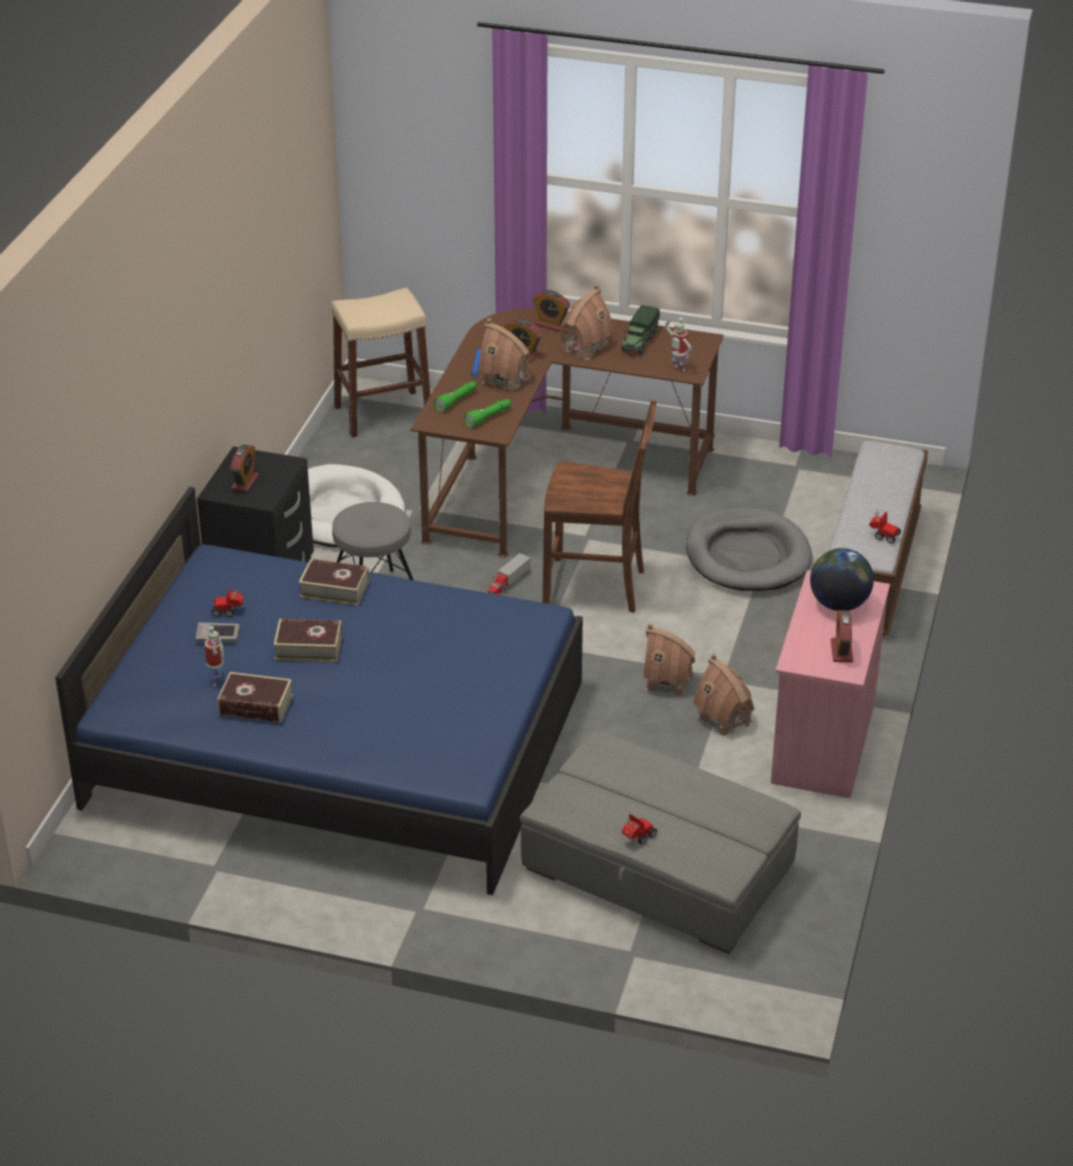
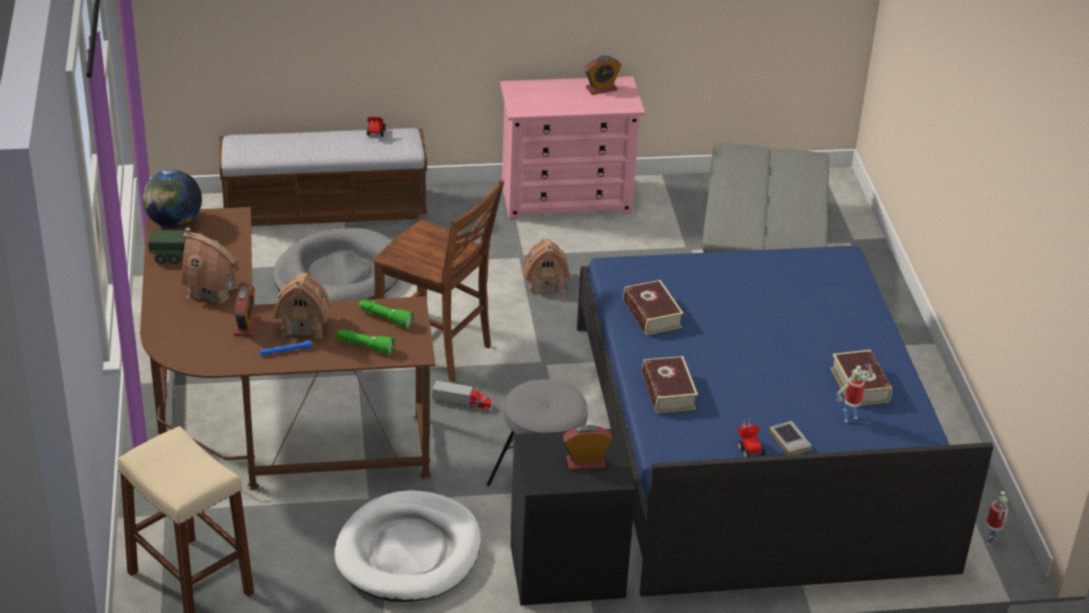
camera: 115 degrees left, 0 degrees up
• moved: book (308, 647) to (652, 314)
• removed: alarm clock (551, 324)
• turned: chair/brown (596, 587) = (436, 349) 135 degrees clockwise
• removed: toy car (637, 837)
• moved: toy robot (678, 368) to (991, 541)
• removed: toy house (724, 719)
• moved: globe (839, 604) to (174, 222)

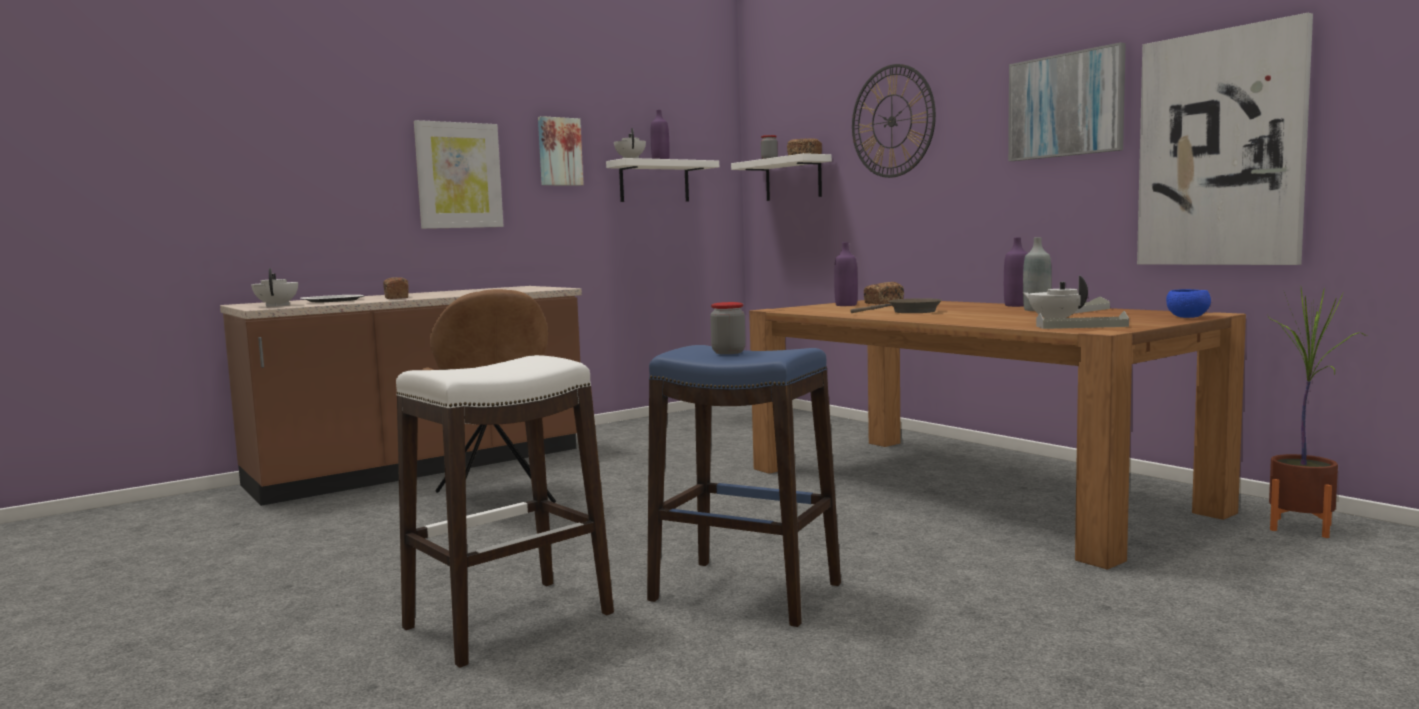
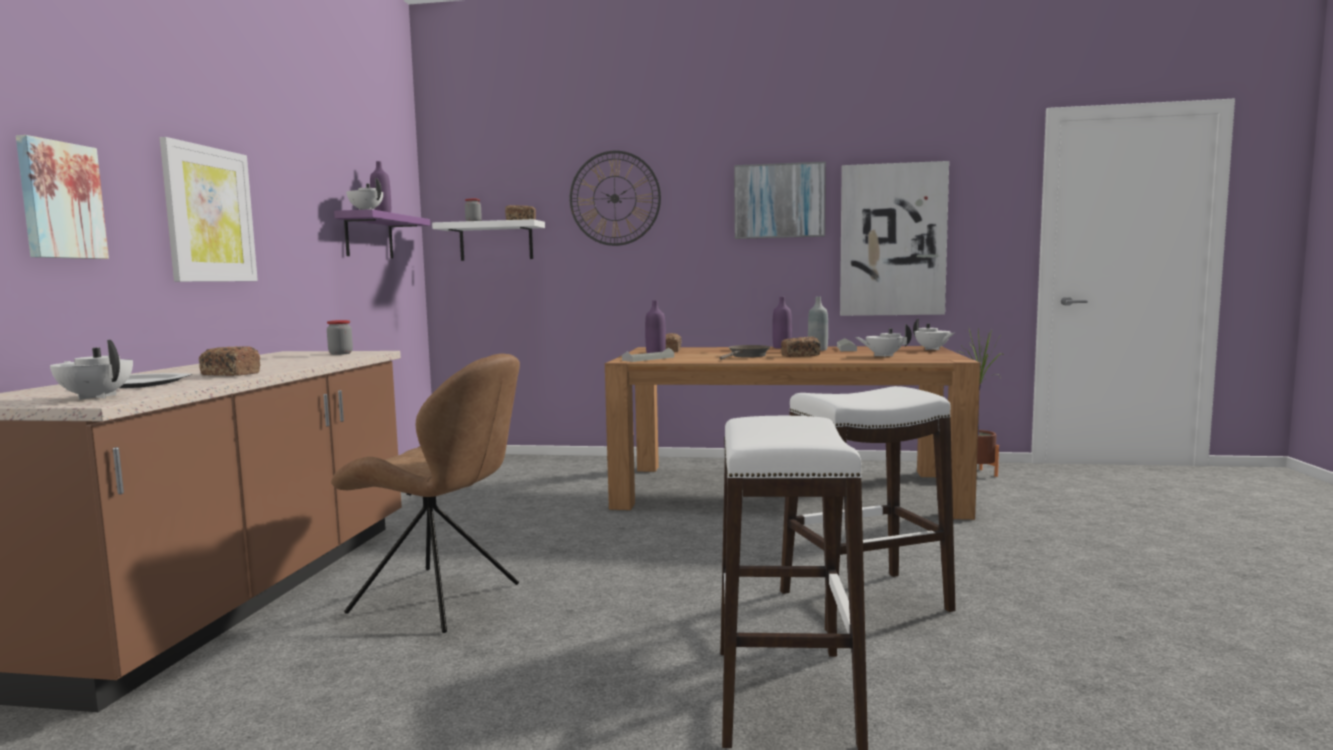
camera: 45 degrees left, 0 degrees up
• moved: picture (559, 151) to (59, 200)
• recoloured: shelf/white (654, 182) to shelf/purple (369, 236)
• recoloured: stool/blue (746, 592) to stool/white (865, 600)
• moved: jar (728, 352) to (340, 353)
• moved: tray/grey (1081, 326) to (648, 359)
• replaced: bowl/blue (1187, 317) to teapot/white (932, 349)
• added: bread (800, 355)

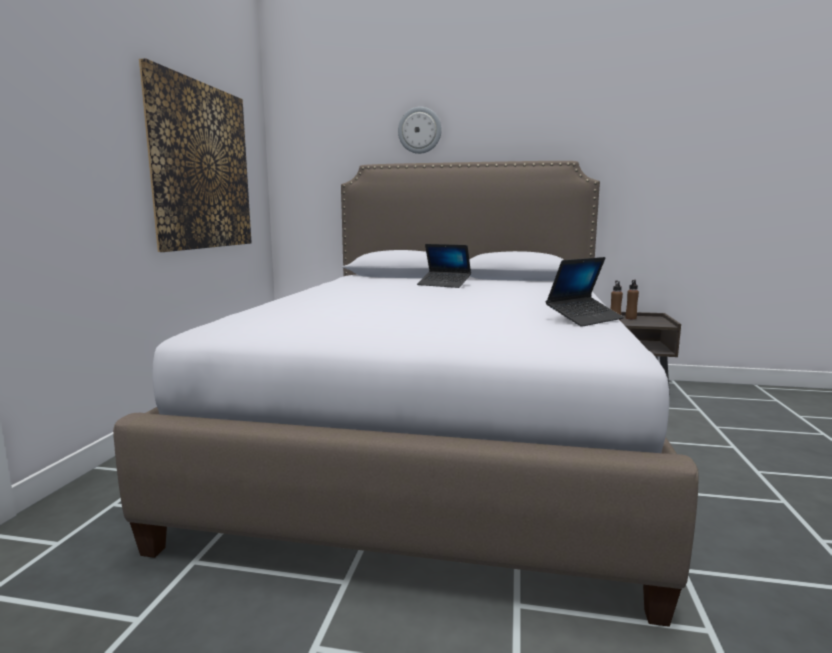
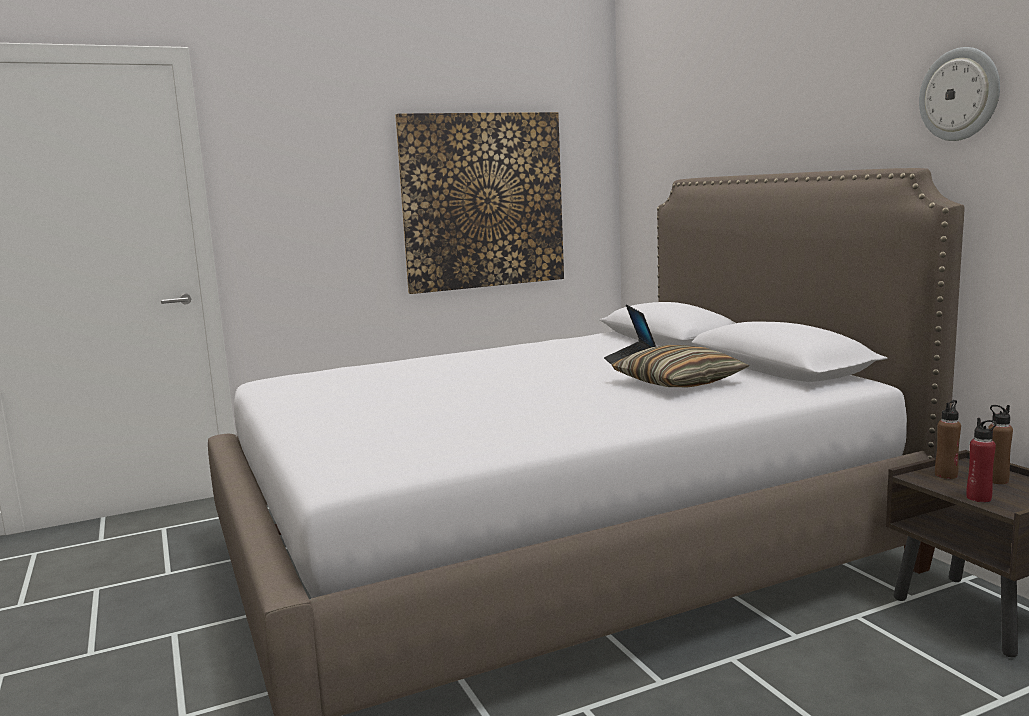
camera: 55 degrees right, 0 degrees up
• moved: wall clock (419, 130) to (960, 94)
• removed: laptop (584, 319)
• added: pillow (678, 382)
• added: bottle/red (978, 498)

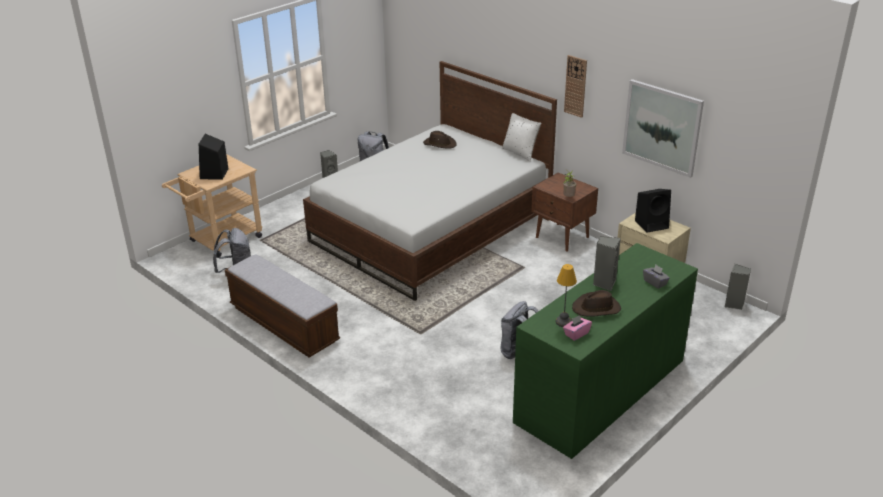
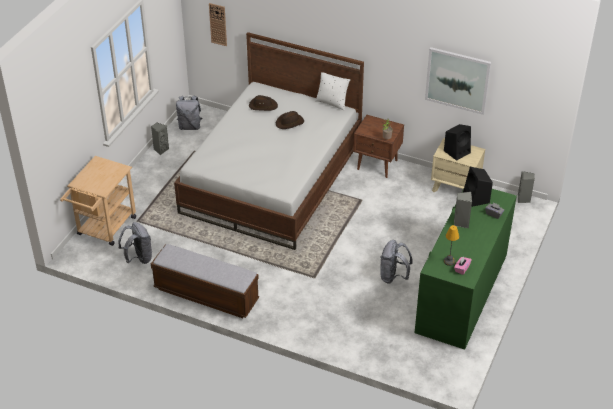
camera: 20 degrees left, 10 degrees up
• moved: speaker/black (214, 174) to (476, 198)
• moved: wall clock (575, 86) to (218, 24)
• moved: hat/brown (596, 308) to (290, 122)

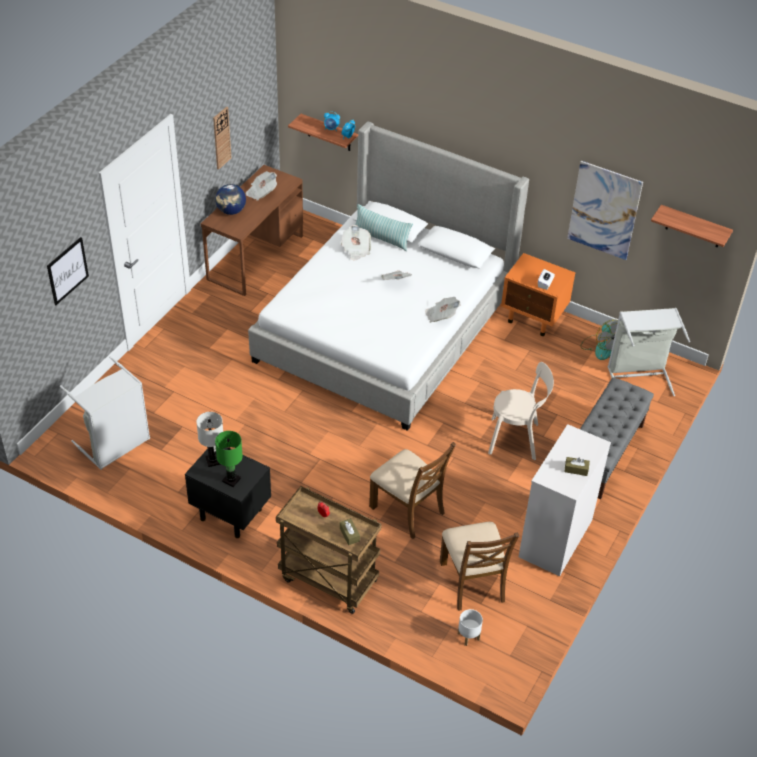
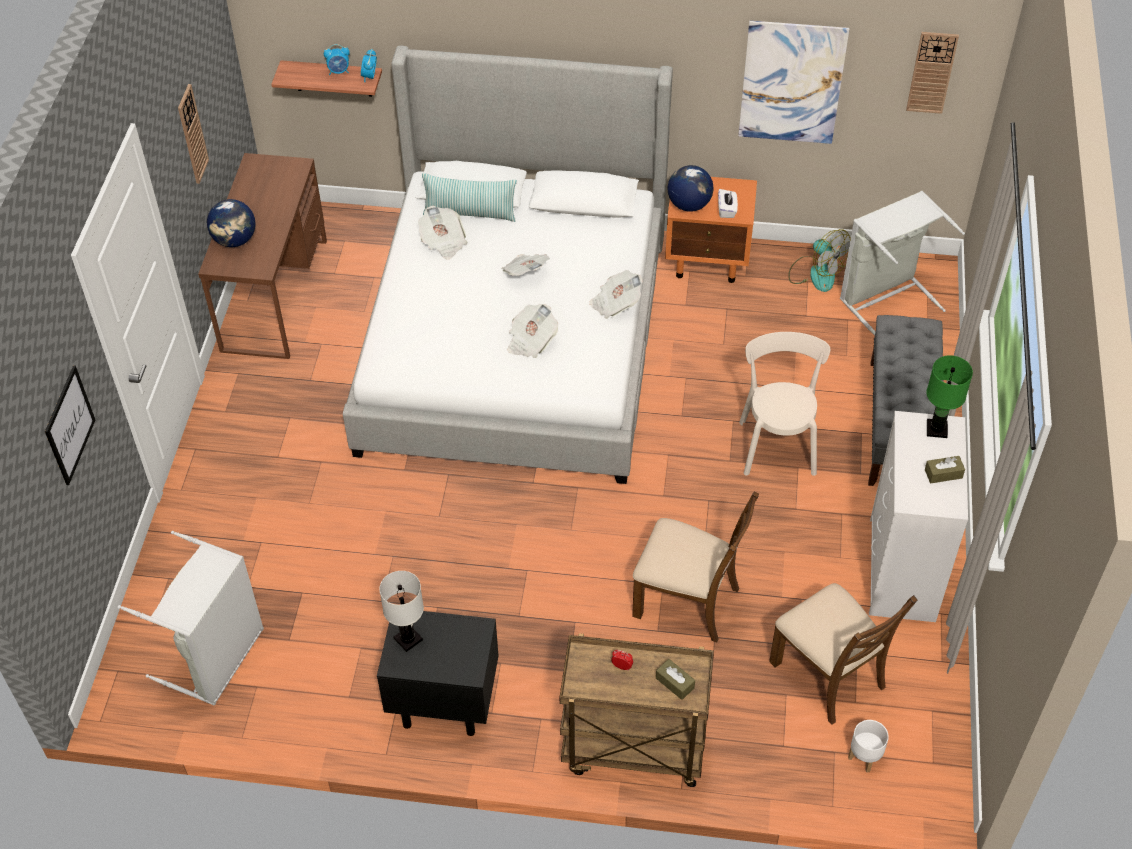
camera: 20 degrees left, 5 degrees up
• moved: table lamp/green (231, 479) to (936, 429)
• moved: newspaper (261, 192) to (531, 341)
• turned: chair/beige (516, 439) = (777, 444) 75 degrees counterclockwise
• replaced: shelf (694, 227) to wall clock (931, 72)
• added: globe (689, 205)

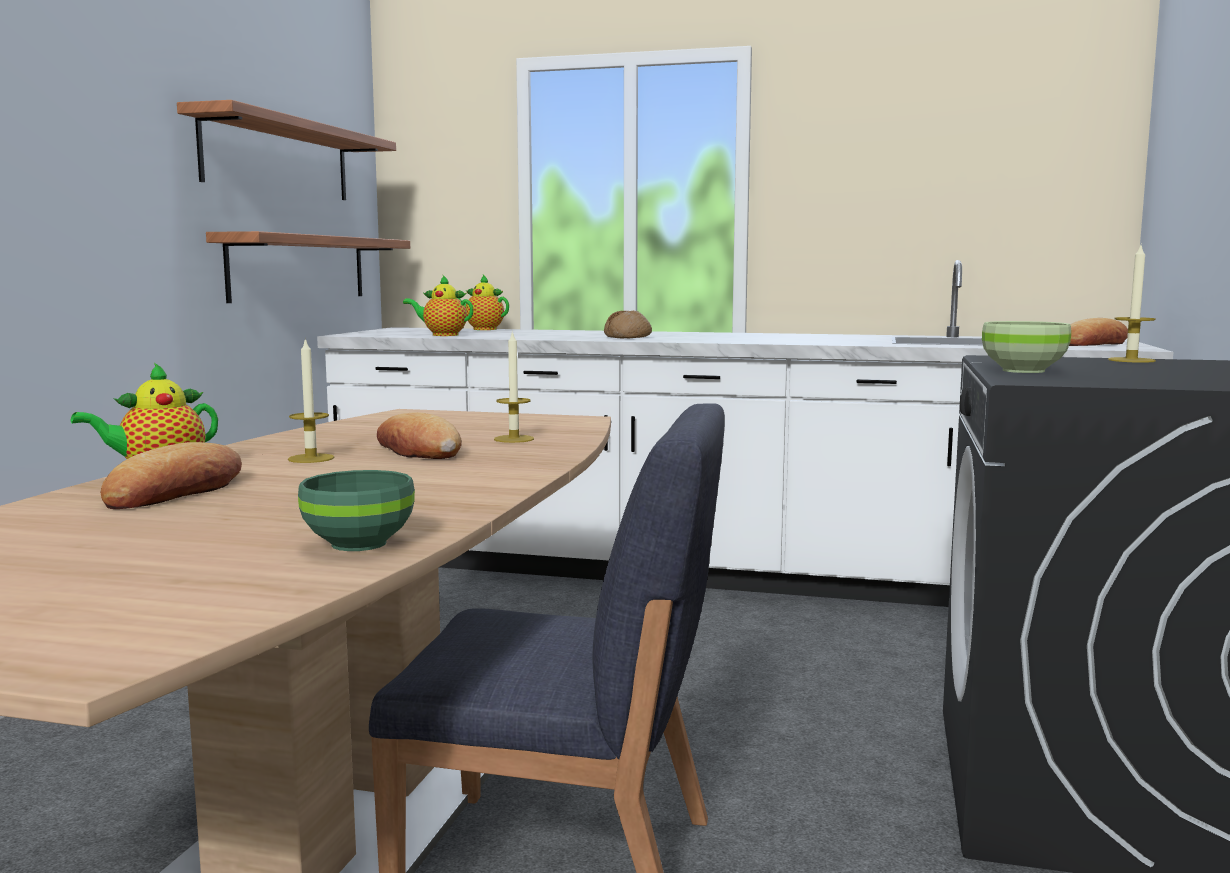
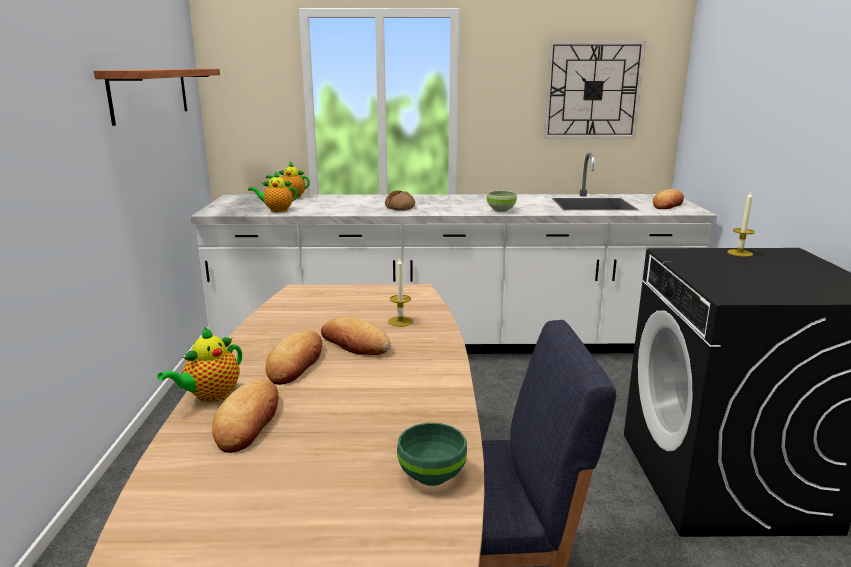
camera: 15 degrees left, 10 degrees up
• removed: shelf (299, 268)
• replaced: candle (311, 458) to bread (296, 363)
• moved: bowl/green (1023, 370) to (501, 210)
• added: wall clock (592, 90)

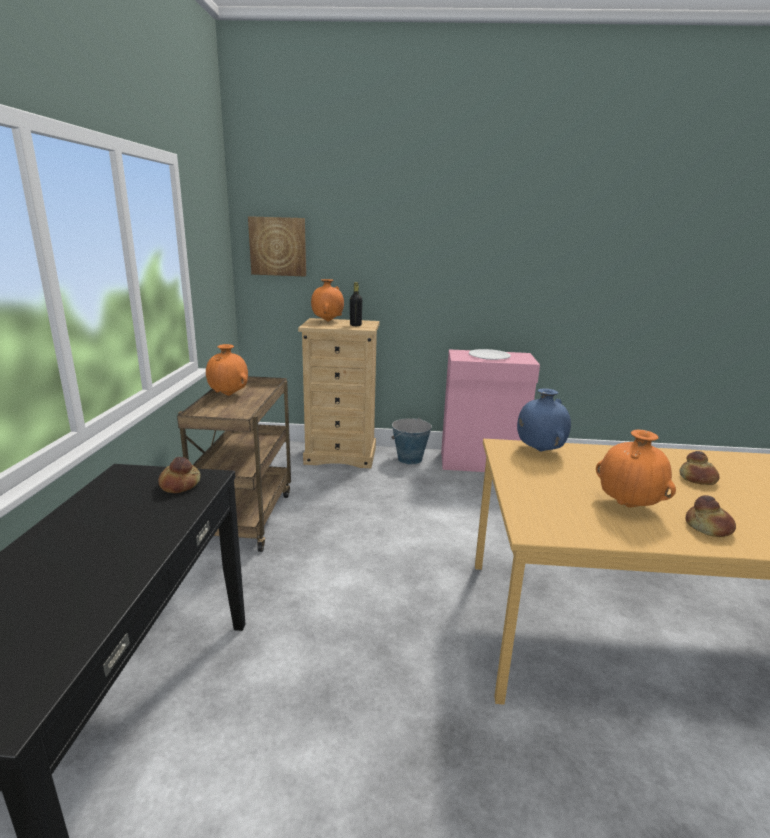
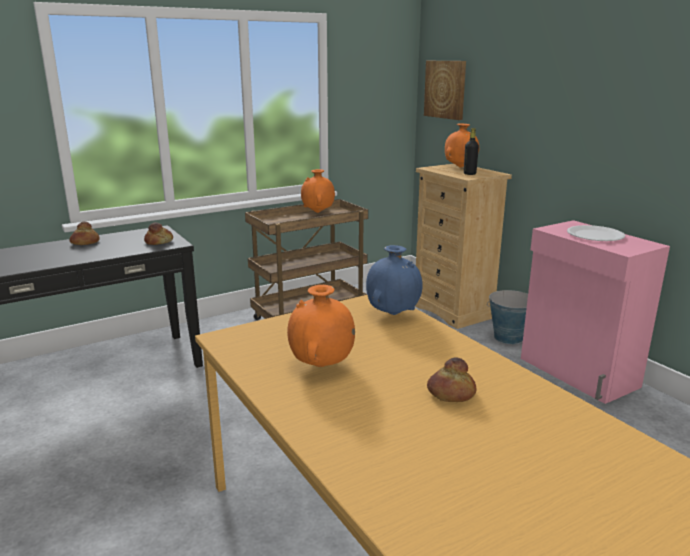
camera: 55 degrees right, 0 degrees up
• moved: bread (707, 528) to (85, 243)

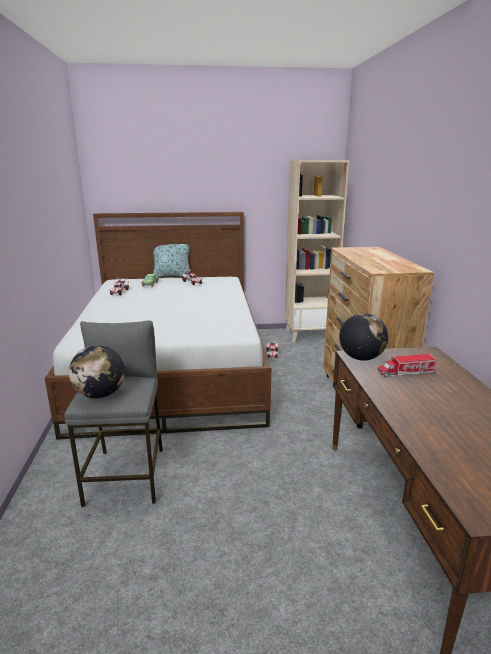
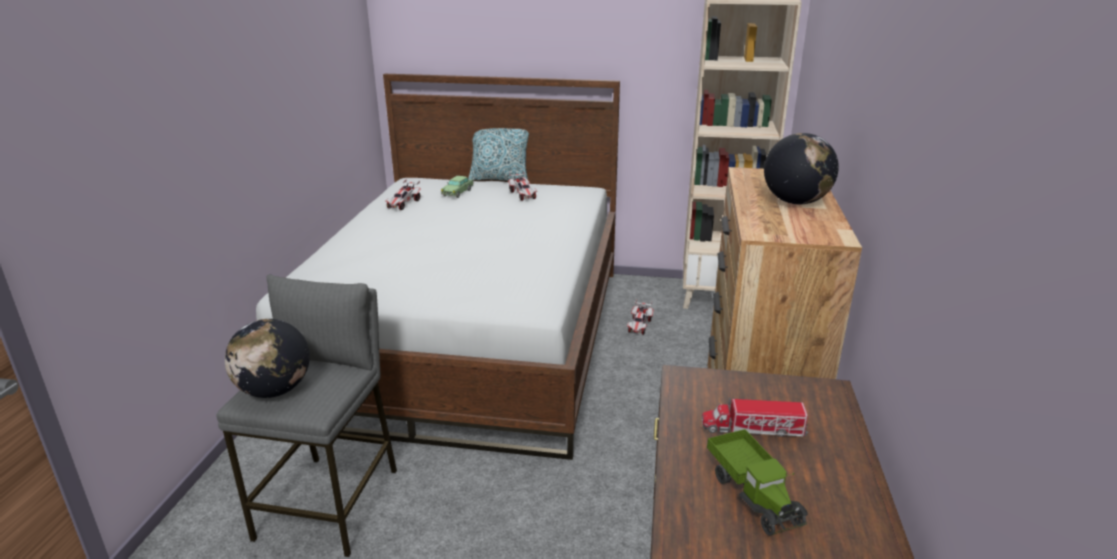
camera: 15 degrees right, 5 degrees up
• moved: globe (361, 358) to (795, 202)
• added: toy truck (753, 493)

